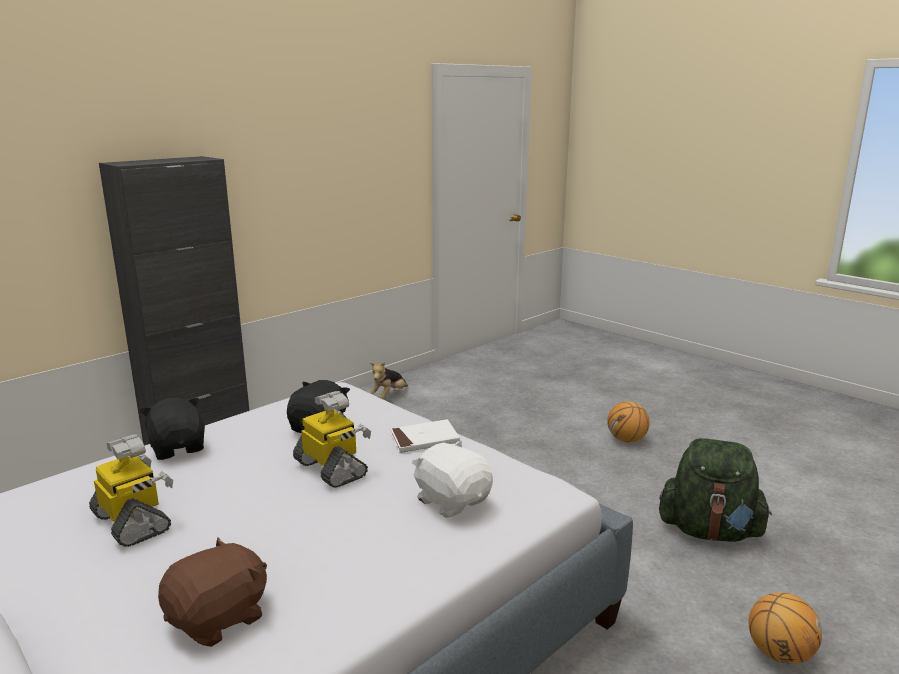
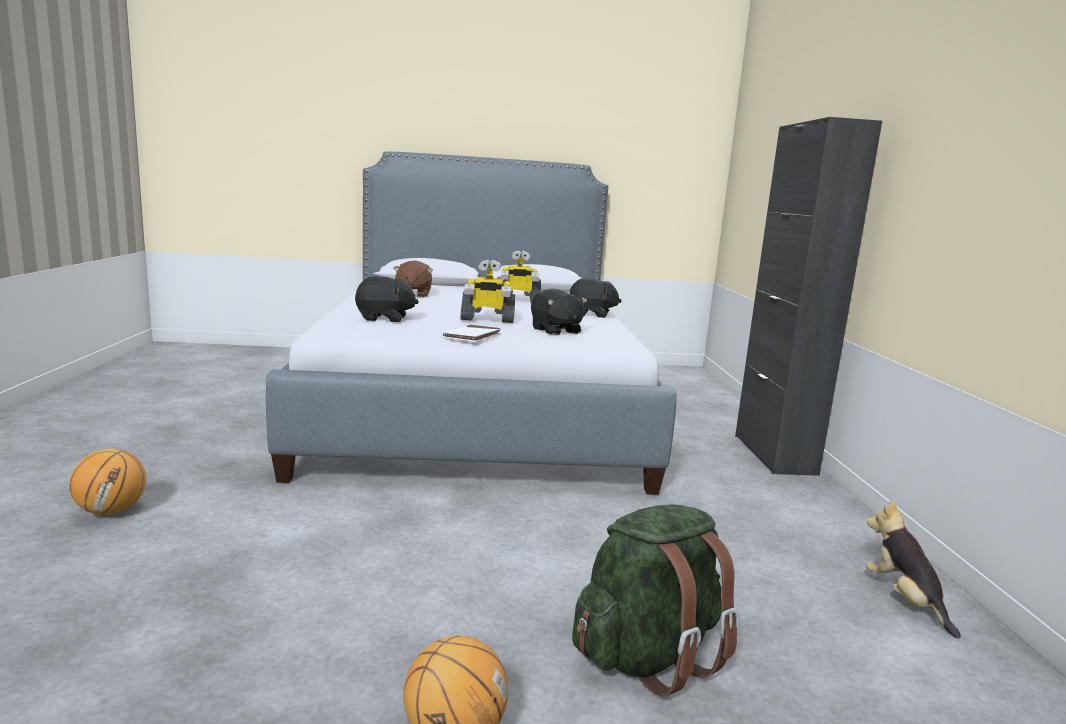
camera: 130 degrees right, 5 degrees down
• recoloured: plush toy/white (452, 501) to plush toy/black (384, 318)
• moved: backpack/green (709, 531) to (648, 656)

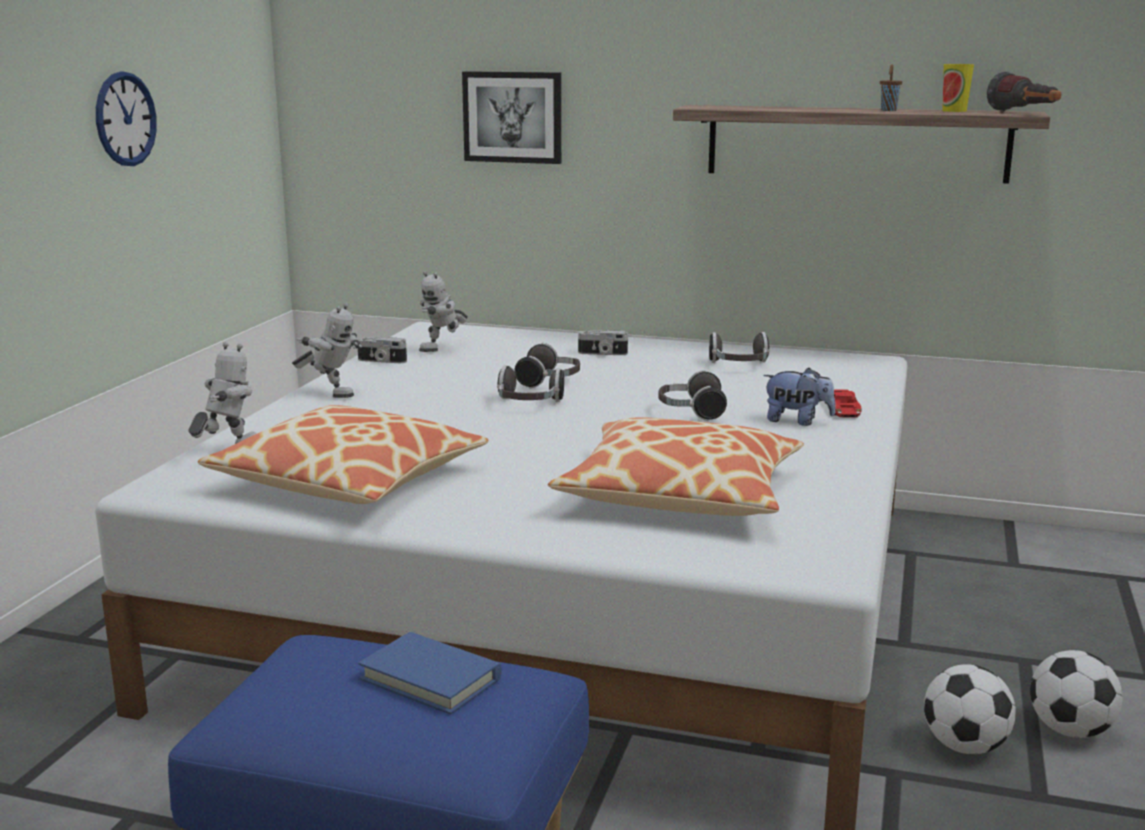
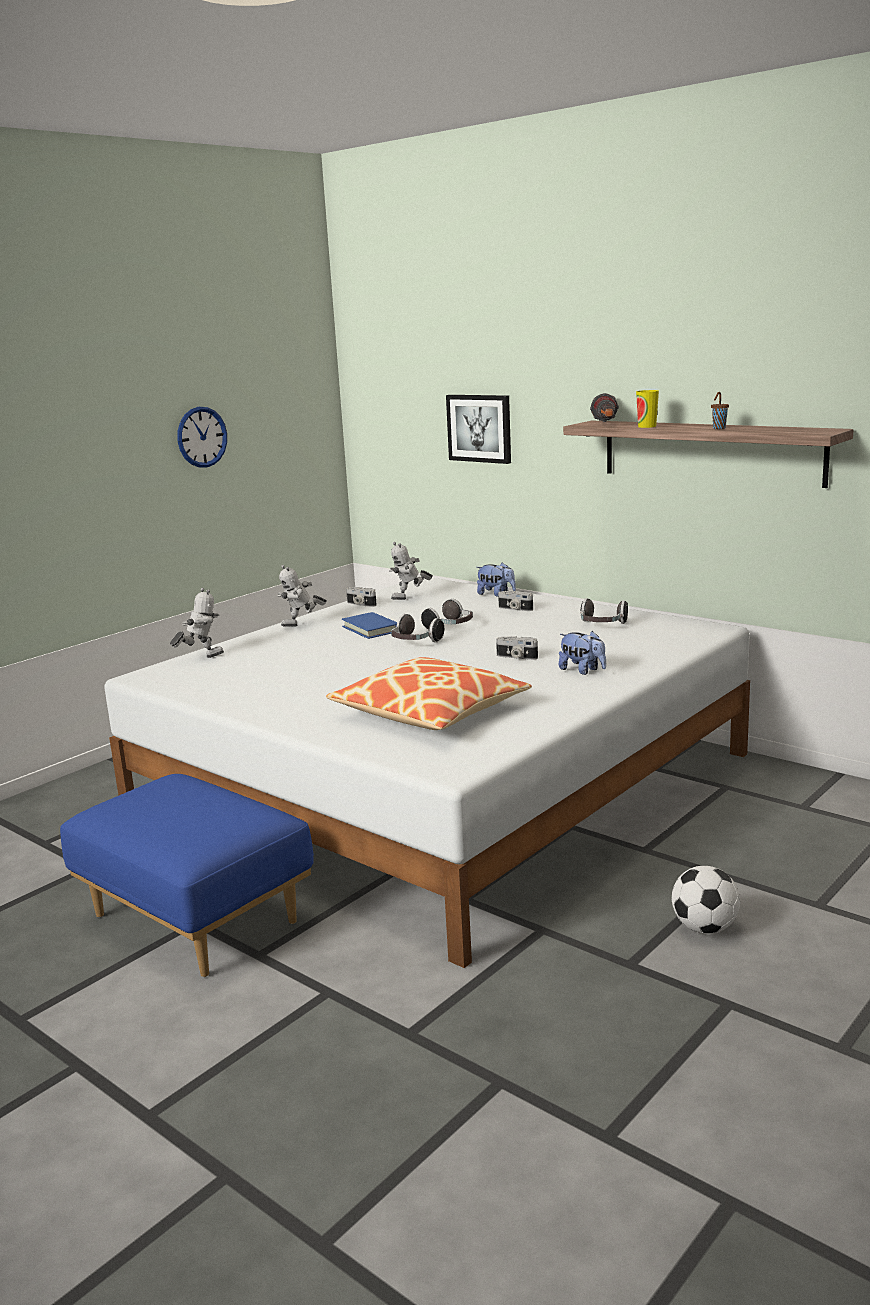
camera: 25 degrees right, 0 degrees up
• removed: pillow (349, 480)
• turned: toy robot (331, 394) = (302, 625) 105 degrees clockwise
• moved: book/blue (430, 679) to (371, 629)
• replaced: headphones (690, 412) to photo camera (516, 657)
• removed: toy car/red (843, 410)
• removed: football (965, 746)
• moved: cup (954, 111) to (647, 426)
• moved: flashlight (1025, 113) to (606, 424)
• added: plush toy (496, 594)

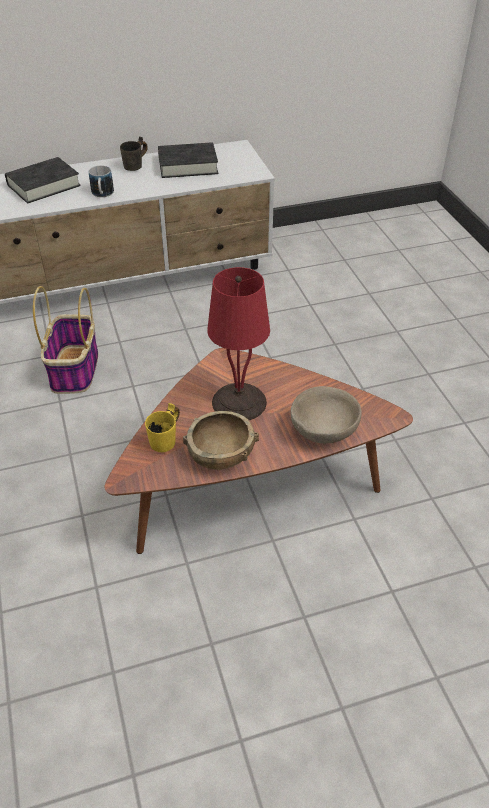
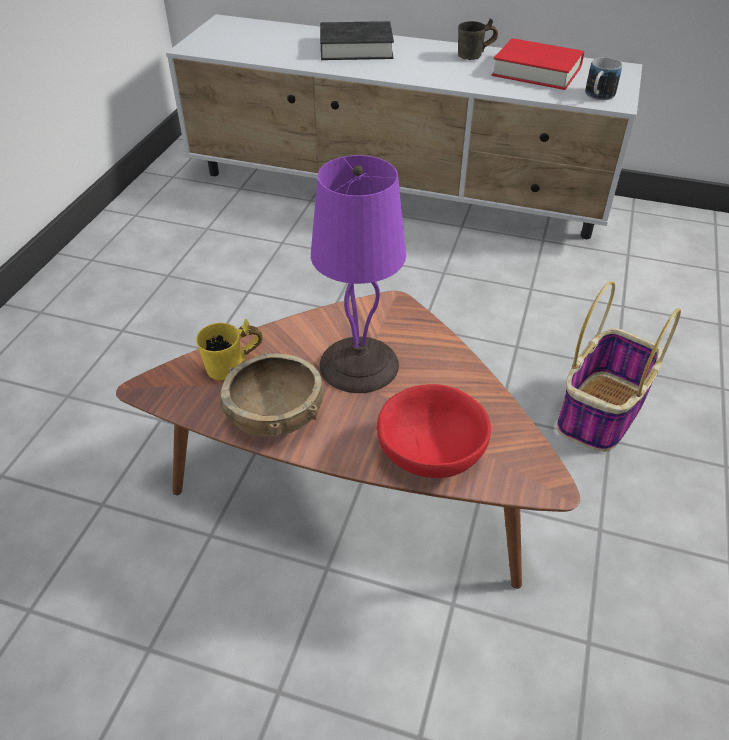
camera: 35 degrees right, 0 degrees up
• moved: basket (75, 371) to (600, 413)
• moved: mug (102, 194) to (597, 97)
• recoloured: book/black (188, 165) to book/red (536, 71)
• recoloured: table lamp/red (240, 401) to table lamp/purple (361, 364)
• recoloured: bowl/beige (324, 430) to bowl/red (431, 453)

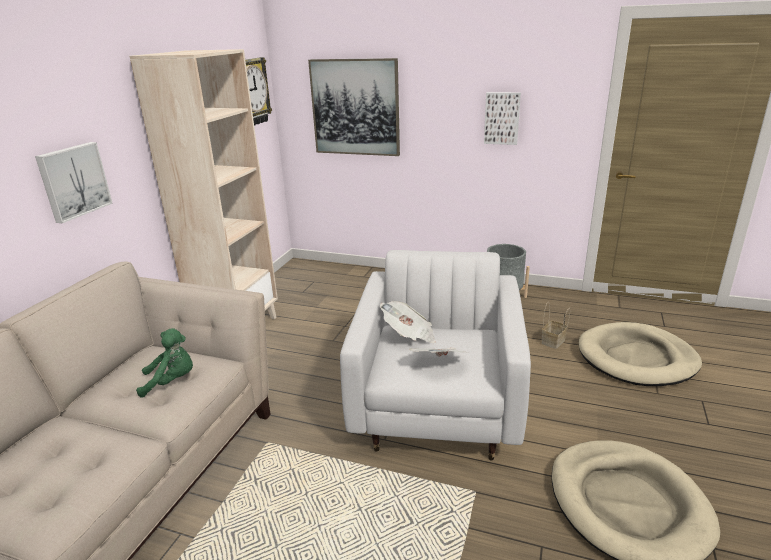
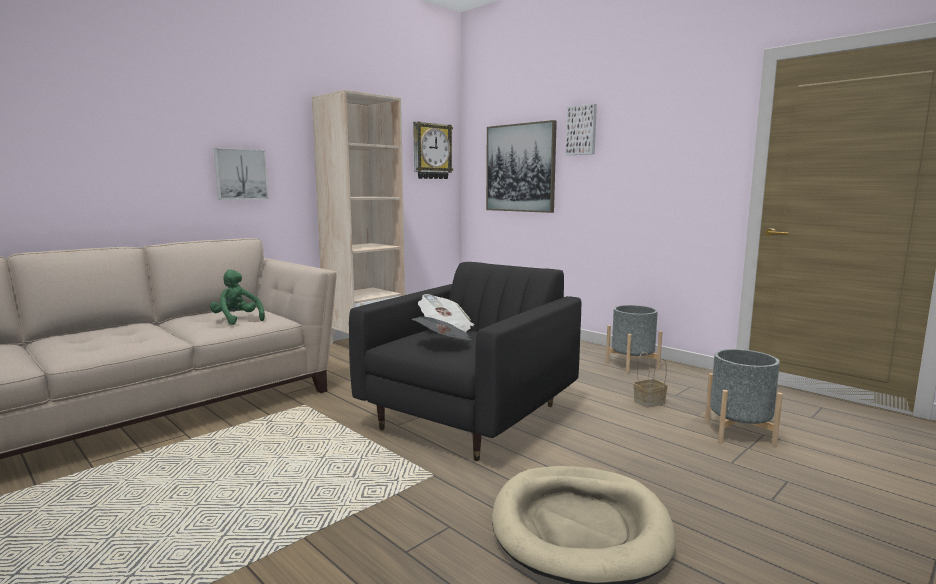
camera: 25 degrees right, 15 degrees down
• turned: plush toy/green (172, 381) = (237, 320) 150 degrees counterclockwise
• recoloured: armchair/white (437, 406) to armchair/black (470, 417)
• moved: picture (502, 118) to (582, 130)
• replaced: dog bed/beige (636, 358) to planter/grey (739, 433)

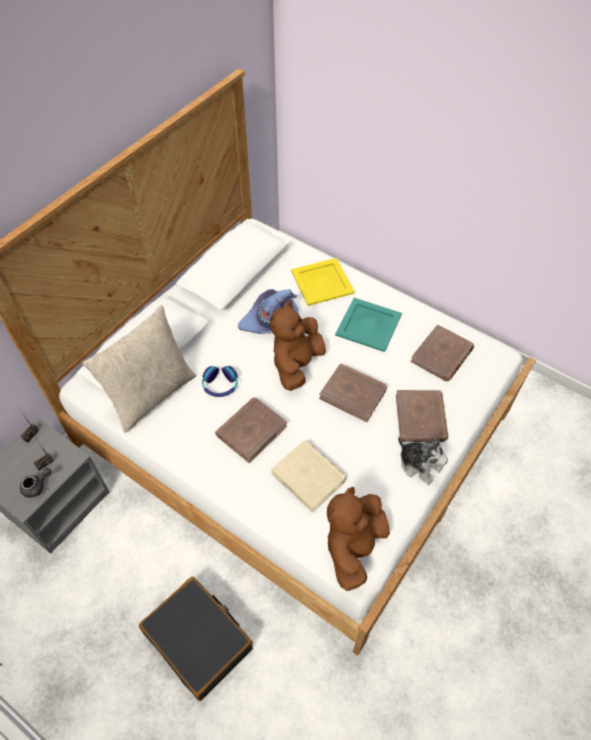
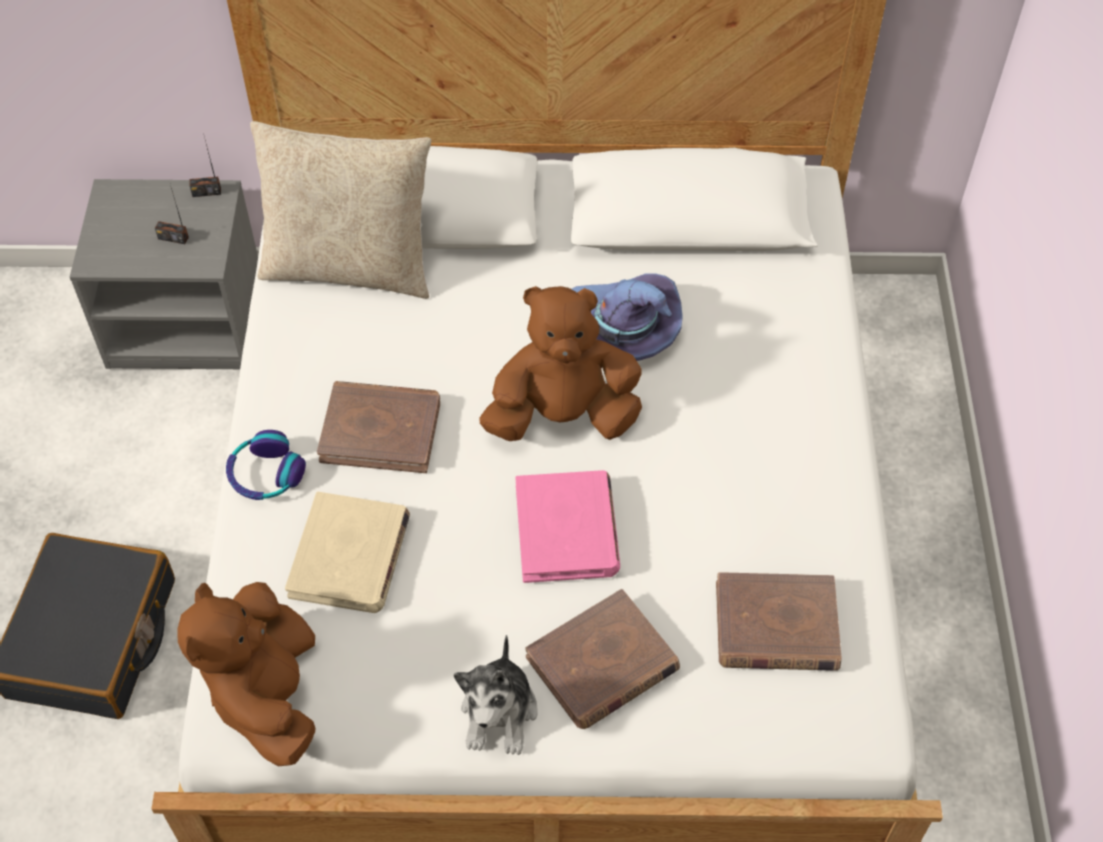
camera: 55 degrees right, 0 degrees up
• removed: teapot/grey (37, 486)
• moved: headphones (220, 385) to (265, 474)
• removed: tray/yellow (322, 281)
• recoloured: book/brown (353, 393) to book/pink (567, 530)
• turned: plush toy/brown (354, 547) = (268, 695) 90 degrees counterclockwise
• removed: tray/turquoise (368, 325)

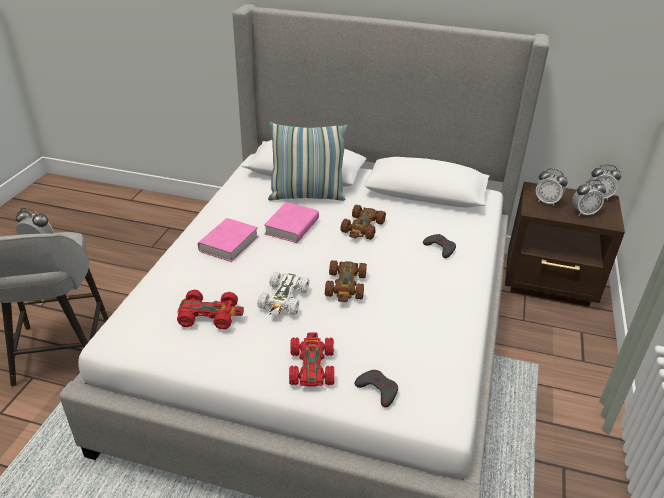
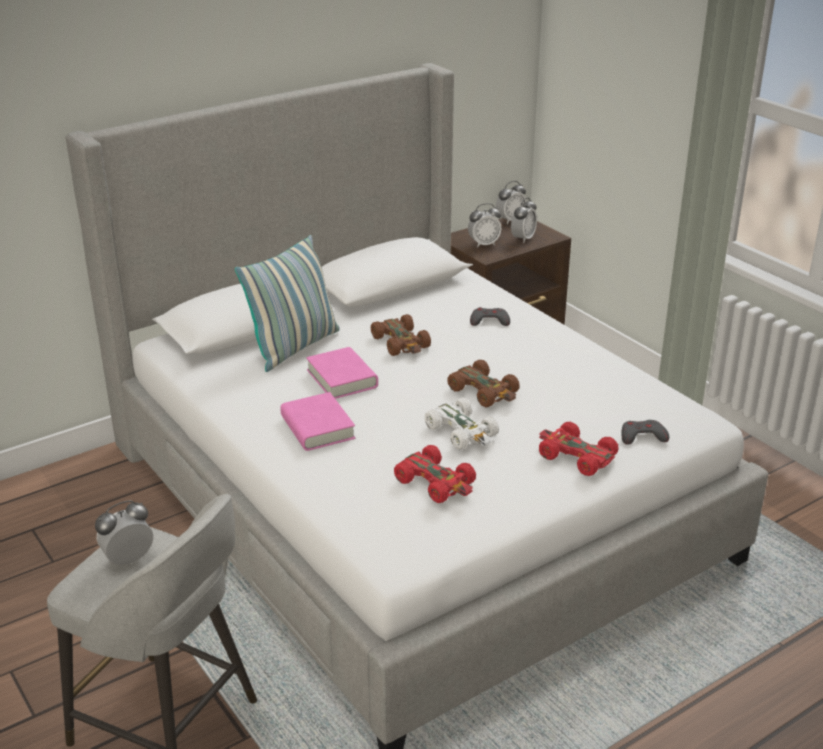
camera: 50 degrees left, 5 degrees down
• turned: toy car/red (210, 315) = (436, 482) 90 degrees clockwise

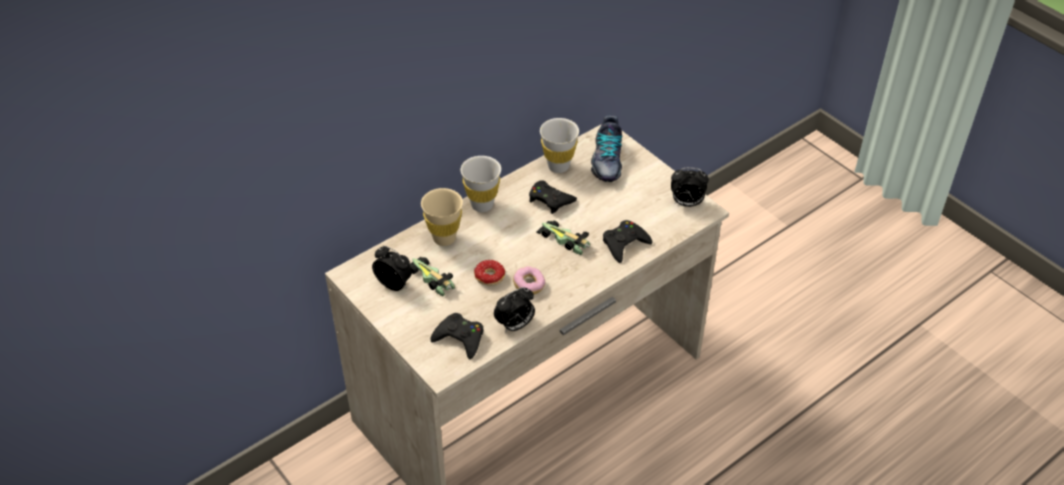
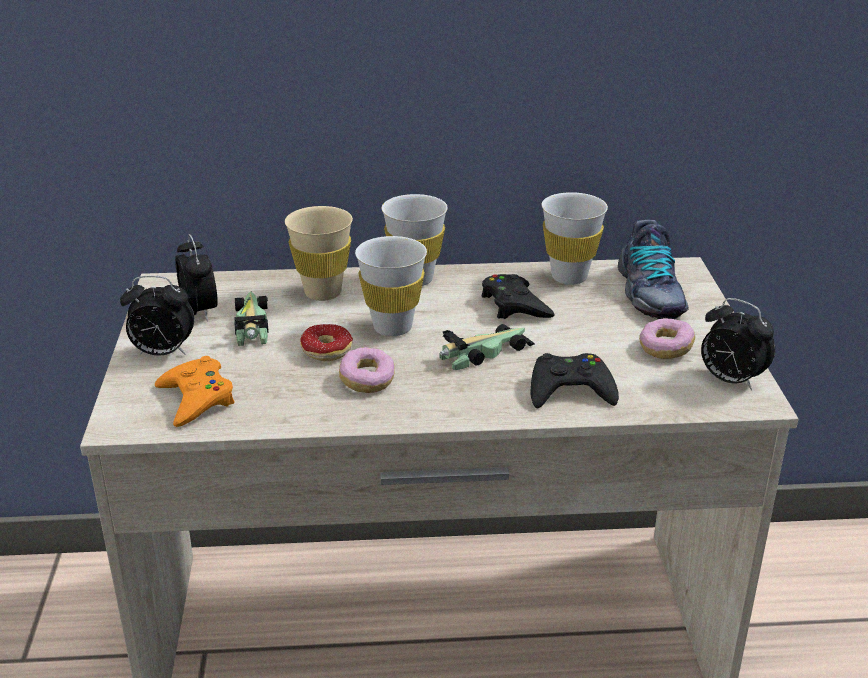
camera: 35 degrees right, 15 degrees down
• recoloured: game controller/black (460, 338) to game controller/orange (196, 399)
• moved: alarm clock (515, 325) to (162, 353)
• turned: toy car (565, 239) = (483, 352) 75 degrees clockwise
• turned: shoe (606, 160) = (649, 293) 45 degrees counterclockwise
• added: cup/white (392, 327)
• added: donut (665, 349)

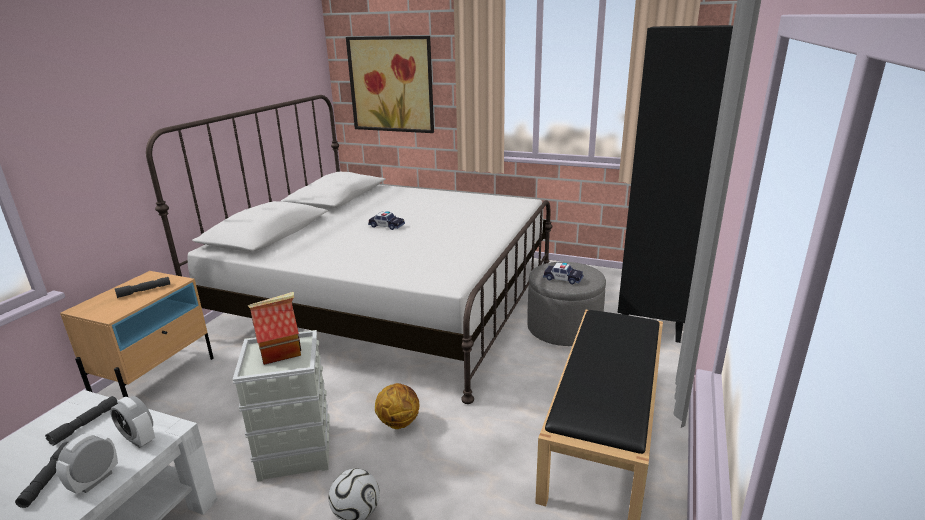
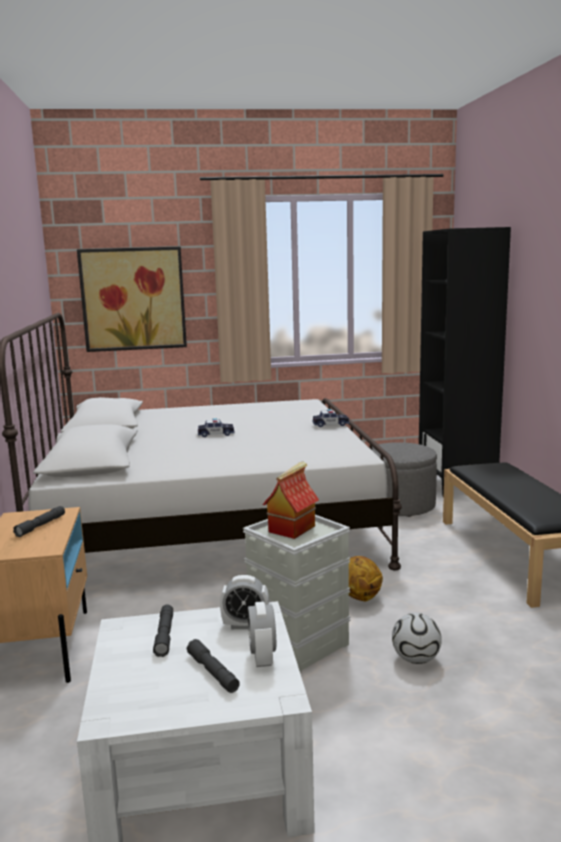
camera: 30 degrees left, 10 degrees down
• moved: toy car (563, 278) to (330, 424)

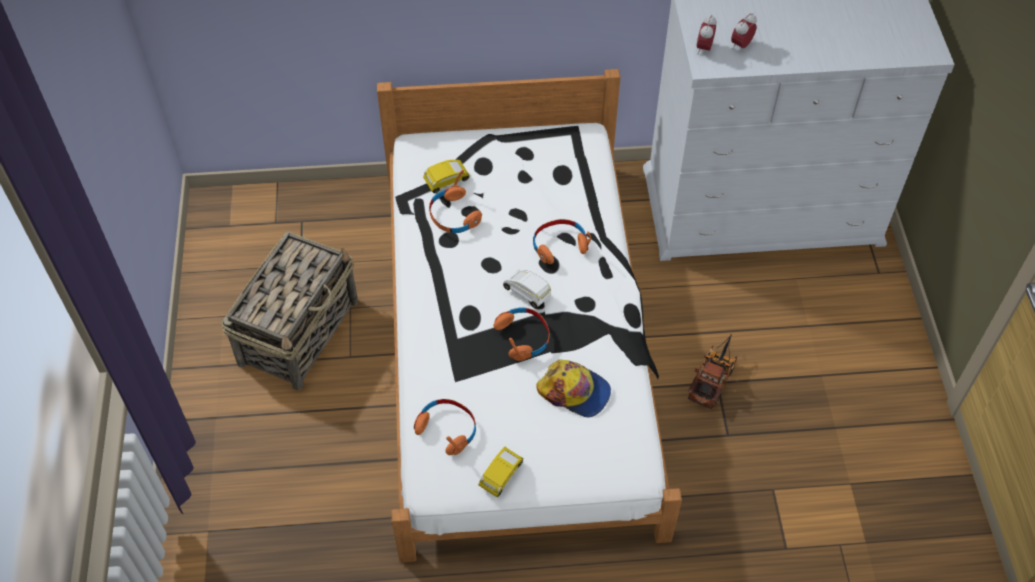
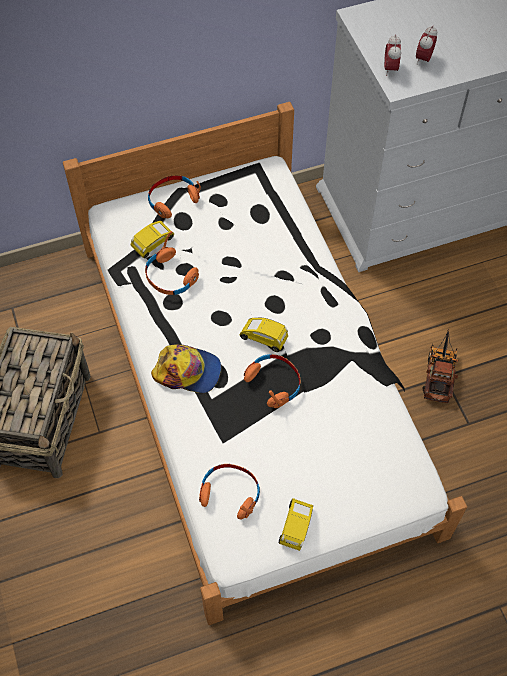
camera: 15 degrees left, 5 degrees up
• recoloured: toy car/white (527, 293) to toy car/yellow (264, 338)
• moved: headphones/orange (559, 245) to (172, 200)
• moved: cap (574, 391) to (188, 371)

